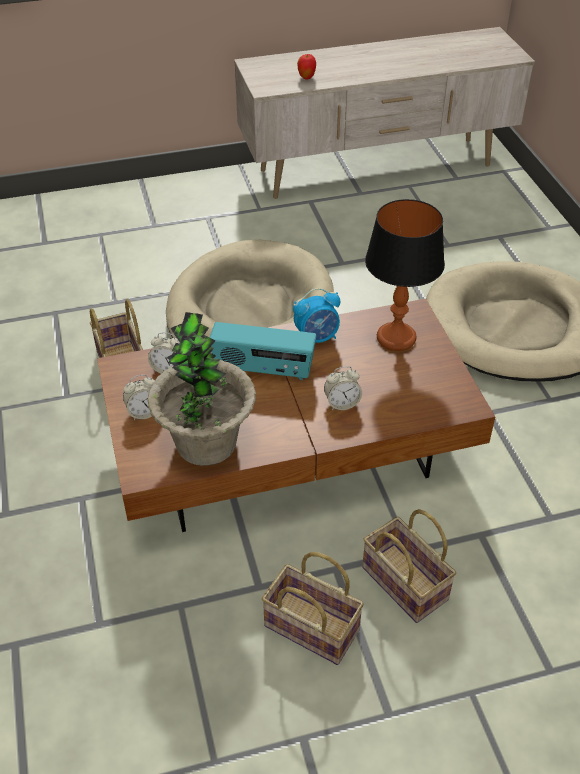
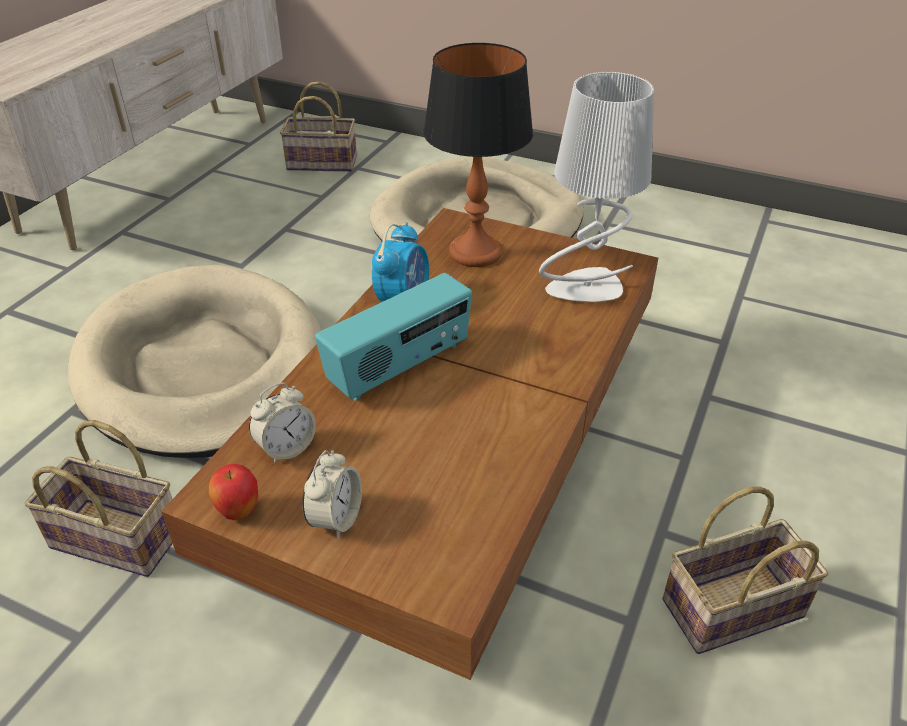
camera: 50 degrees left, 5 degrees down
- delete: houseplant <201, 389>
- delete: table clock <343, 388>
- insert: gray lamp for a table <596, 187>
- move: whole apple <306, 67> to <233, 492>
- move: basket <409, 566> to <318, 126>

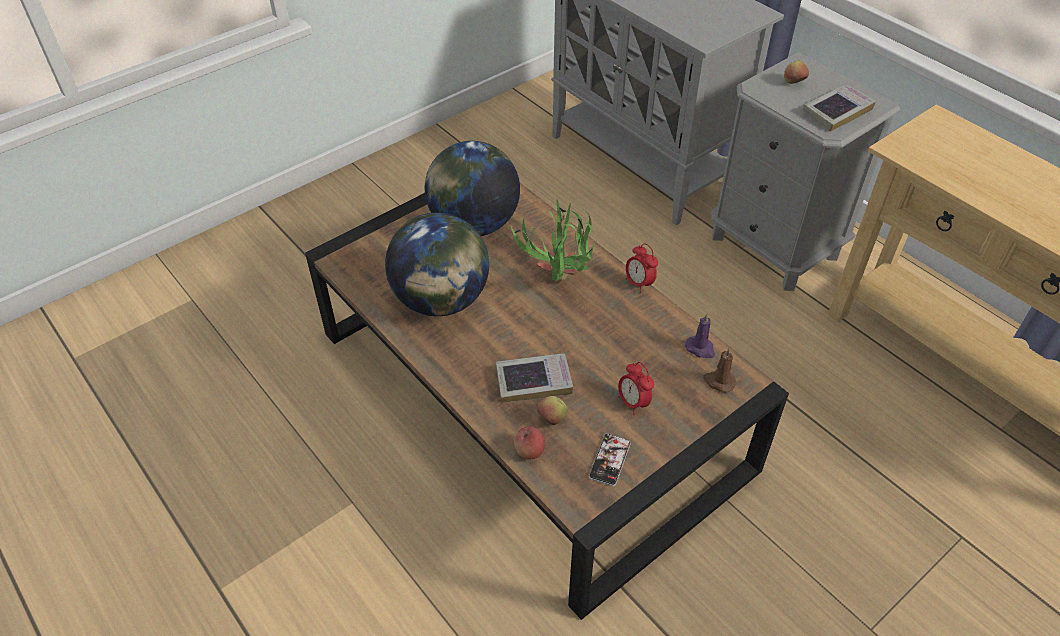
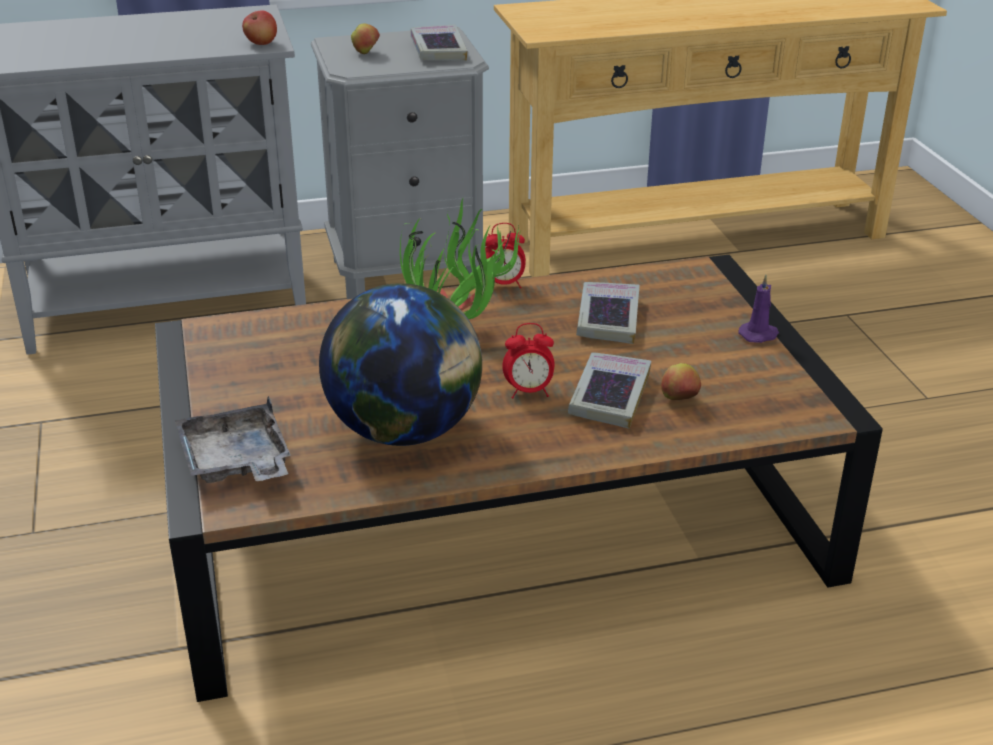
camera: 65 degrees left, 15 degrees down
- delete: desk globe <472, 188>
- delete: telephone <610, 460>
- delete: brown-coloured wax light <720, 370>
- insert: gray tray <233, 439>
- insert: bound book <608, 313>
- move: whole apple <529, 443> to <259, 27>
- move: table clock <636, 388> to <528, 361>
- move: purple wax light <700, 336> to <758, 309>

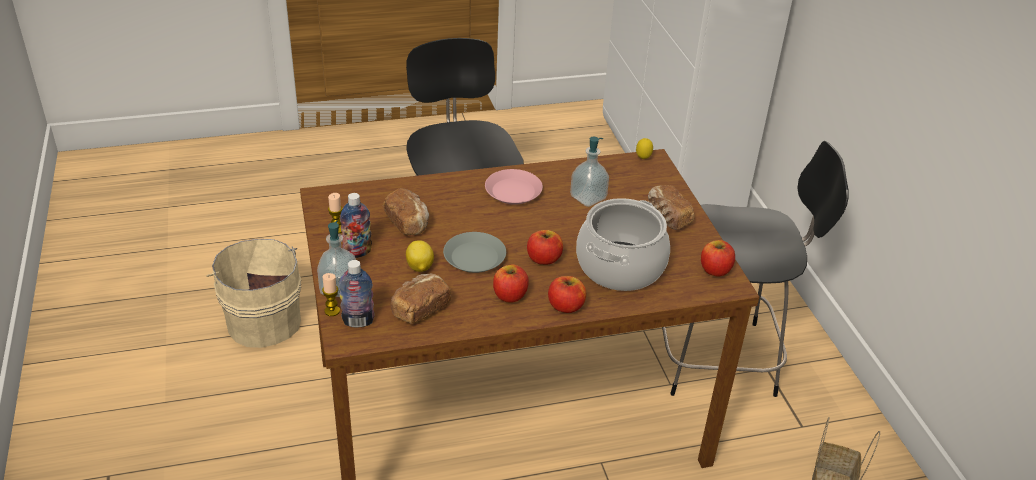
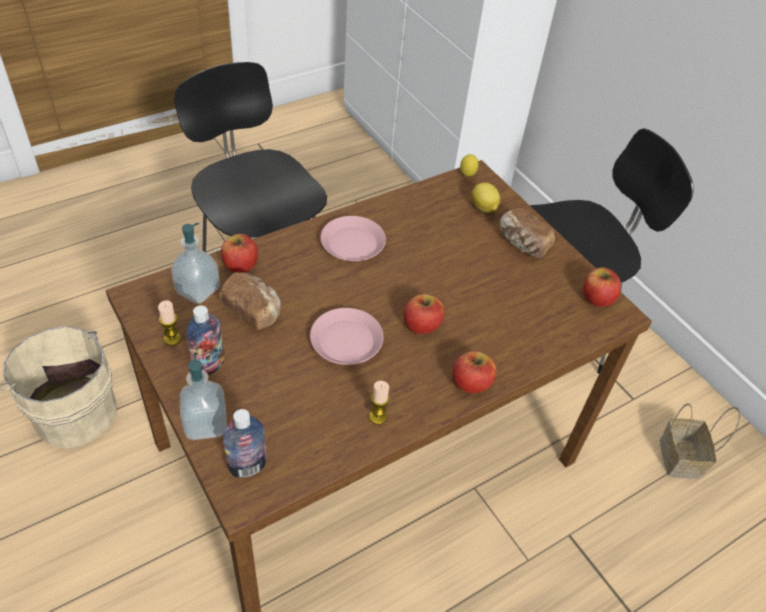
camera: 20 degrees left, 10 degrees up
- delete: bread <421, 298>
- delete: cooking pot <623, 244>
- move: wax light <331, 294> to <379, 403>
- move: whole lemon <420, 256> to <485, 198>
- move: whole apple <511, 284> to <239, 253>
- move: soap bottle <589, 172> to <195, 263>
- recolor: gray flat dish <474, 252> to pinkish flat dish <346, 336>

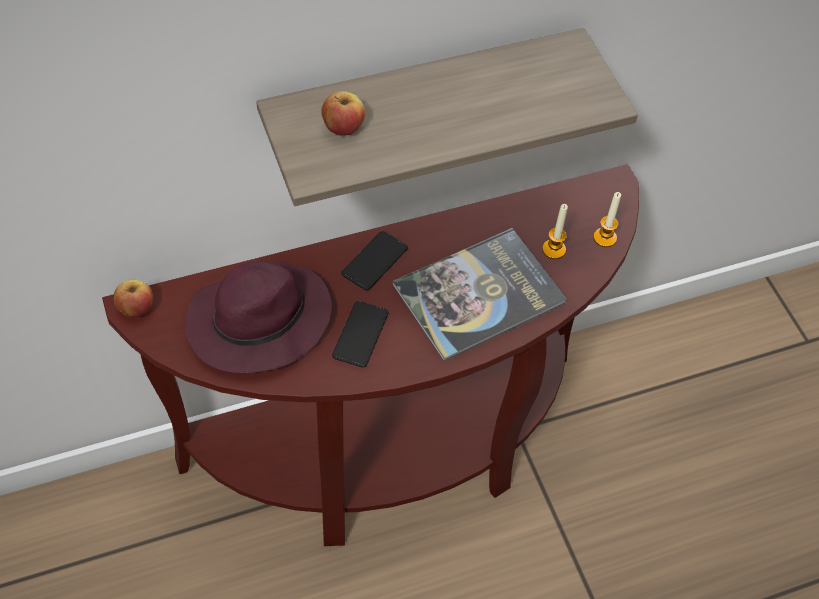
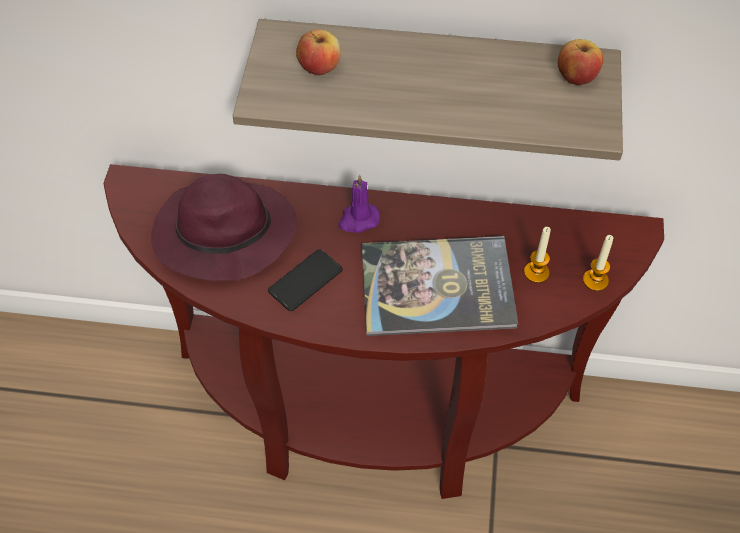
camera: 30 degrees right, 0 degrees up
- move: whole apple <133, 298> to <581, 62>
- replace: telephone <374, 260> to purple wax light <359, 204>

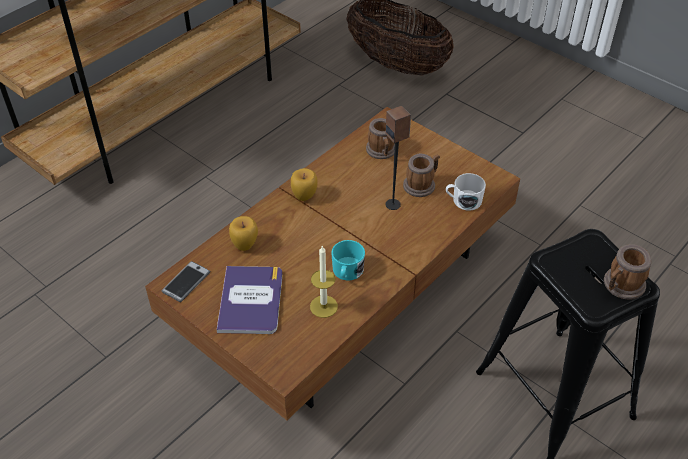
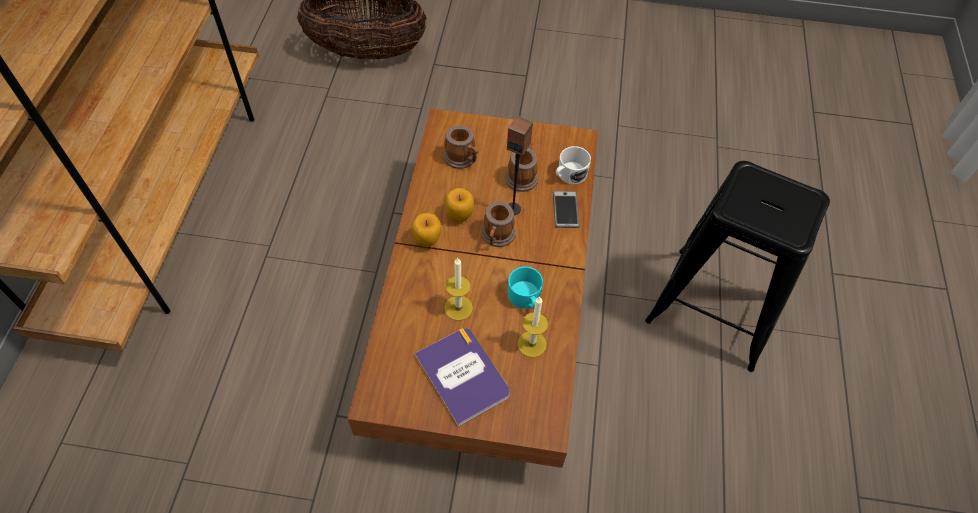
camera: 35 degrees left, 10 degrees up
- insert: wax light <458, 289>
- move: telephone <185, 281> to <566, 209>
- move: whole apple <243, 233> to <460, 205>
- move: coffee mug <627, 272> to <498, 224>

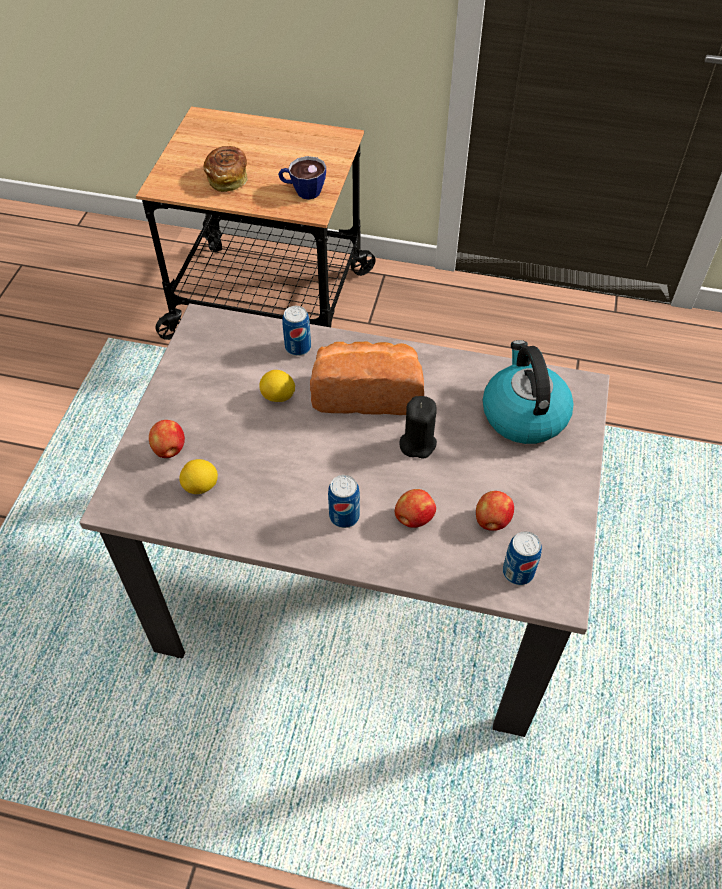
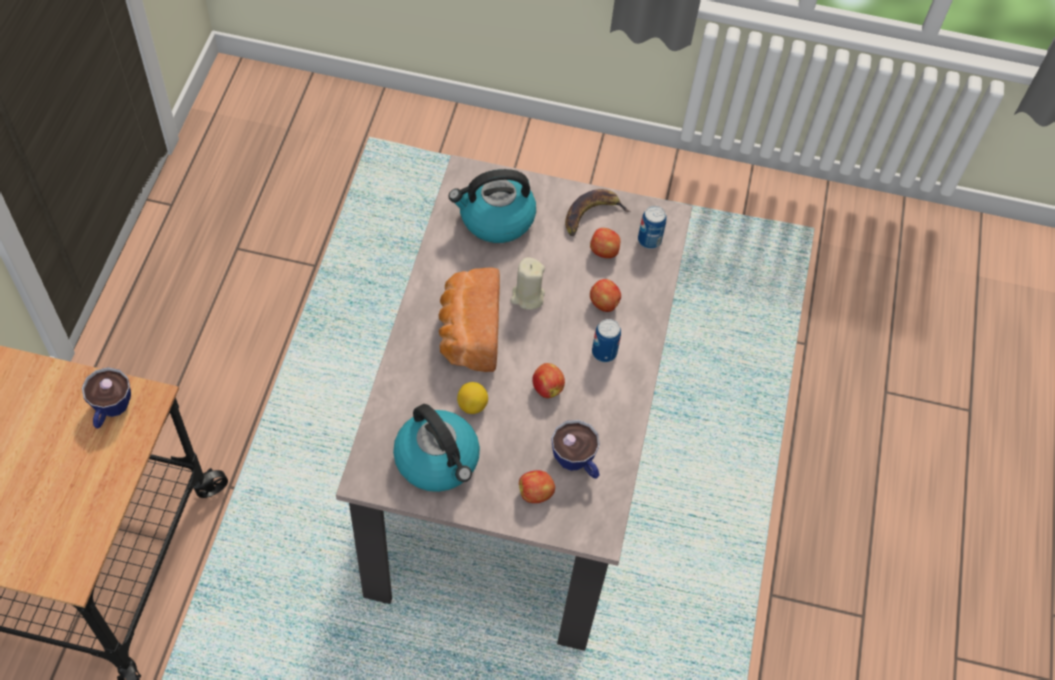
camera: 95 degrees left, 5 degrees up
- delete: bread <225, 169>
- delete: can <296, 331>
- insert: water kettle <436, 448>
- insert: whole apple <548, 380>
- insert: whole banana <598, 212>
- replace: whole lemon <198, 476> to drinking cup <576, 449>
- recolor: black-coloured wax light <418, 427> to beige-coloured wax light <528, 283>

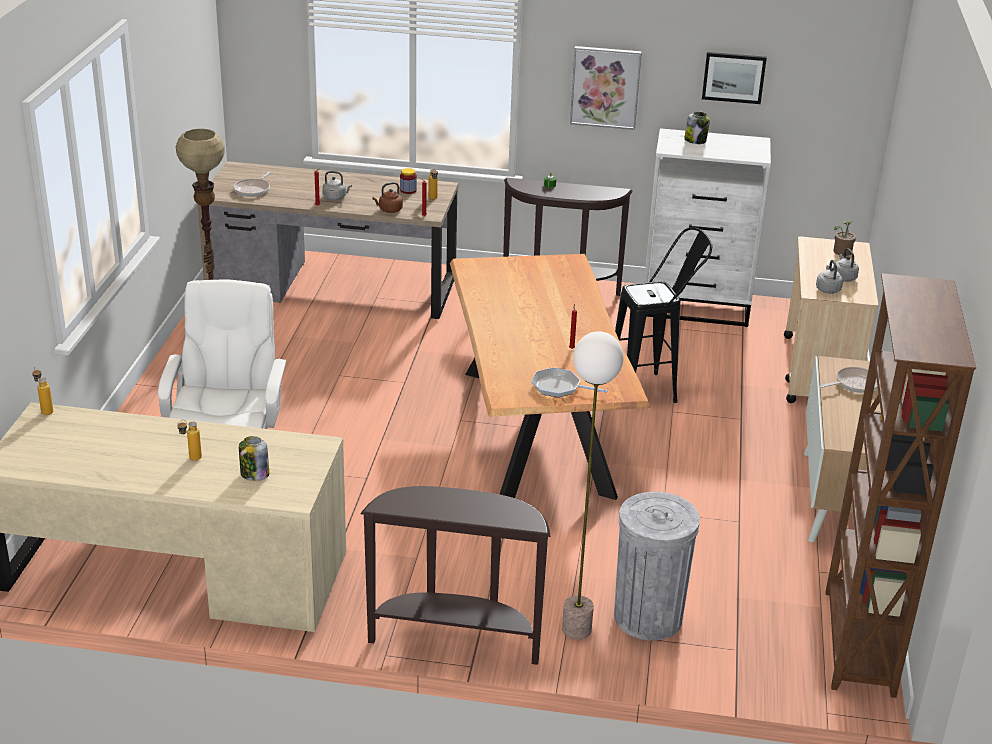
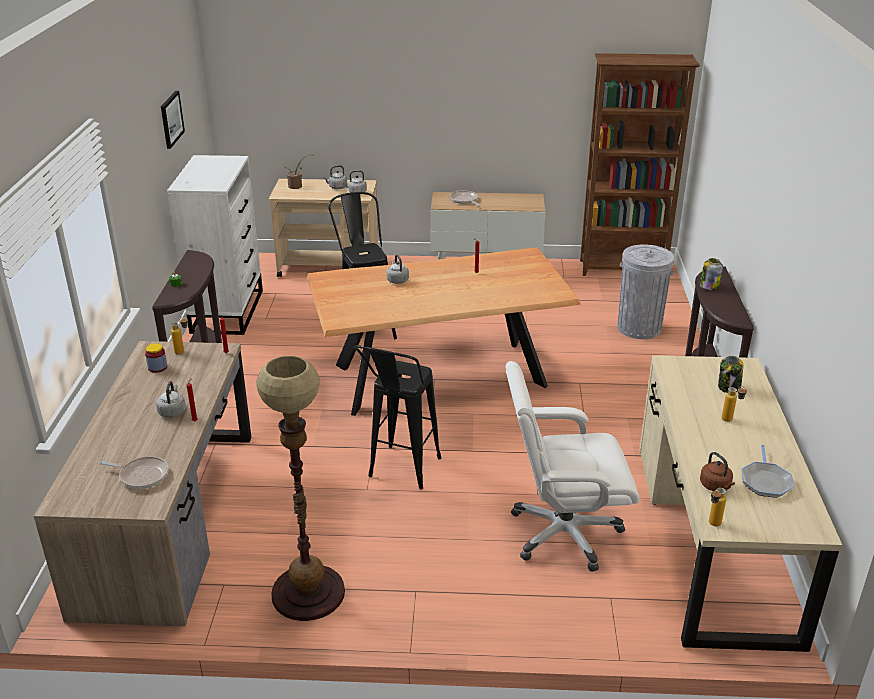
camera: 95 degrees left, 0 degrees up
- delete: standard lamp <593, 485>
- delete: wall art <606, 88>
- insert: black-coloured stool seat <397, 417>
- insert: gray water kettle <398, 269>
- move: brown-coloured water kettle <387, 197> to <717, 471>
- move: frying pan <569, 382> to <768, 471>
- move: preserve jar <697, 127> to <711, 274>

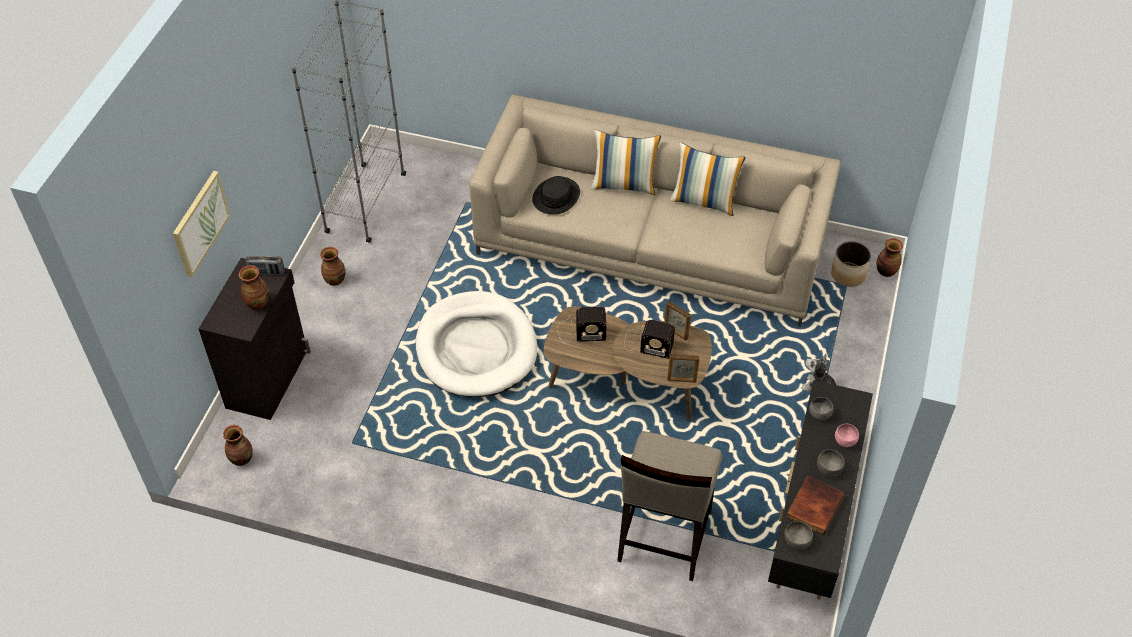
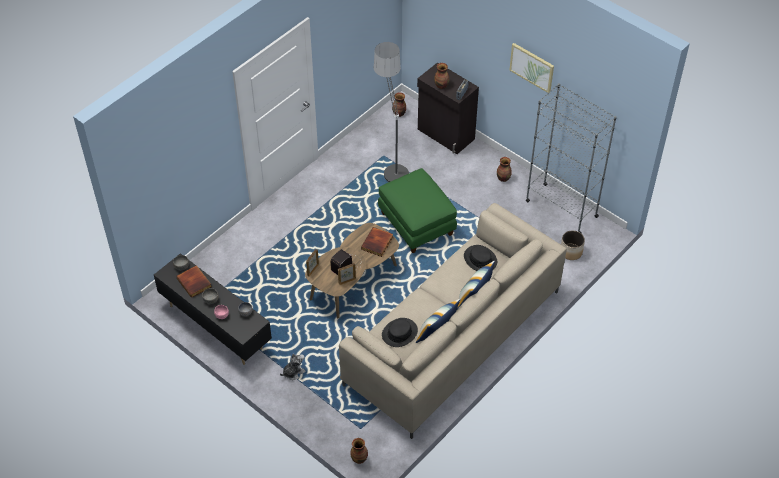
camera: 115 degrees right, 0 degrees up
- delete: beige-coloured stool seat <669, 506>
- insert: standard lamp <391, 112>
- insert: black-coloured wearable hat <400, 332>
- move: wall art <201, 224> to <531, 68>
- move: flower pot <851, 264> to <573, 245>
- replace: whitish dog bed <476, 344> to green-coloured ottoman <417, 210>
- replace: radio set <582, 324> to bound book <377, 242>

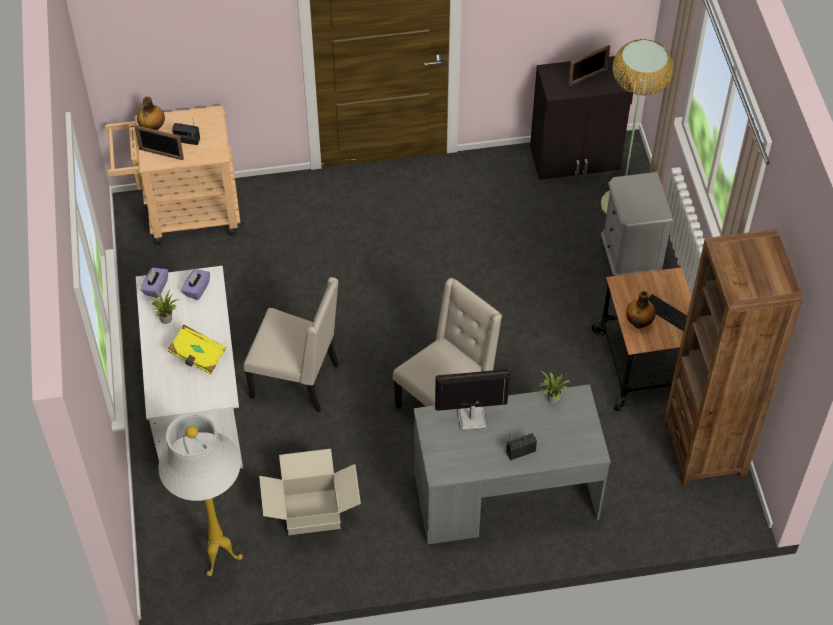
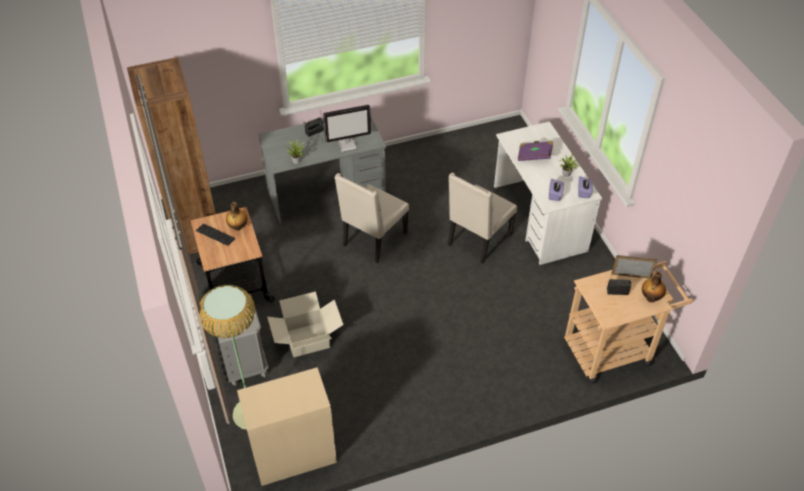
camera: 170 degrees right, 5 degrees down
- delete: whitish standard lamp <200, 494>
- delete: photo frame <589, 65>
- move: packing box <310, 492> to <305, 324>
- recolor: yellowish bound book <197, 350> to purple bound book <535, 151>
- recolor: black-coloured cabinet <581, 118> to beige-coloured cabinet <287, 426>
- rotate: beige-coloured plain chair <291, 345> = <482, 218> 60 degrees counterclockwise

